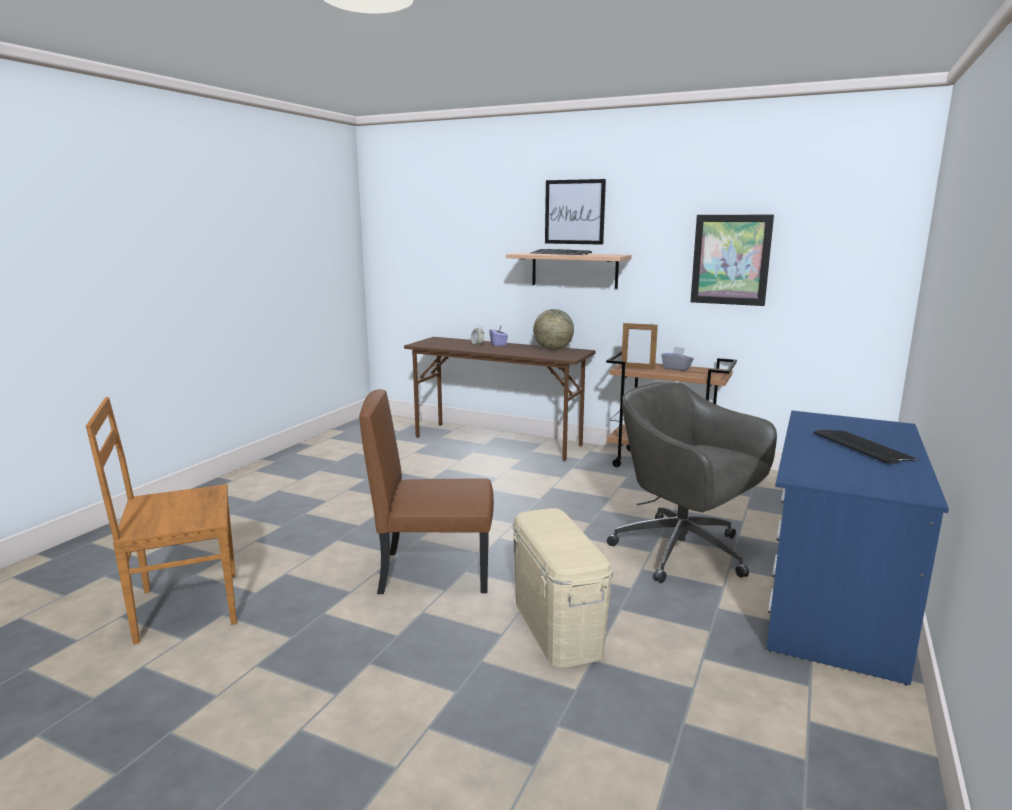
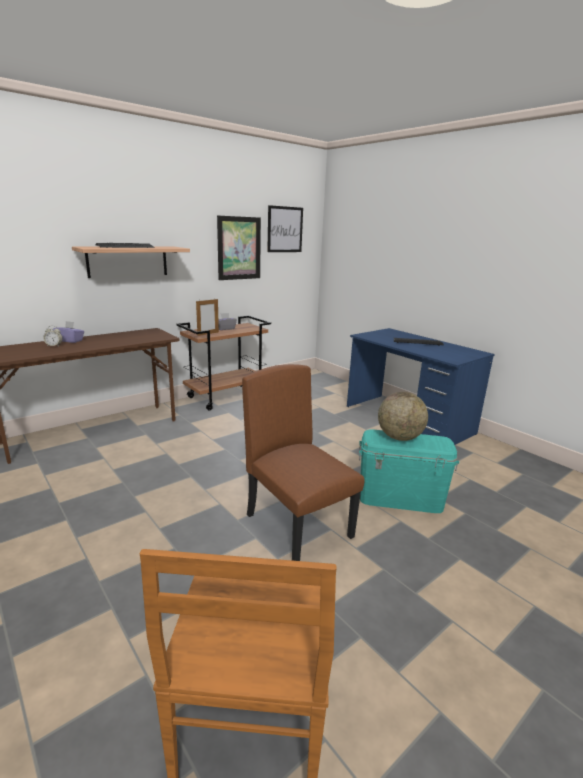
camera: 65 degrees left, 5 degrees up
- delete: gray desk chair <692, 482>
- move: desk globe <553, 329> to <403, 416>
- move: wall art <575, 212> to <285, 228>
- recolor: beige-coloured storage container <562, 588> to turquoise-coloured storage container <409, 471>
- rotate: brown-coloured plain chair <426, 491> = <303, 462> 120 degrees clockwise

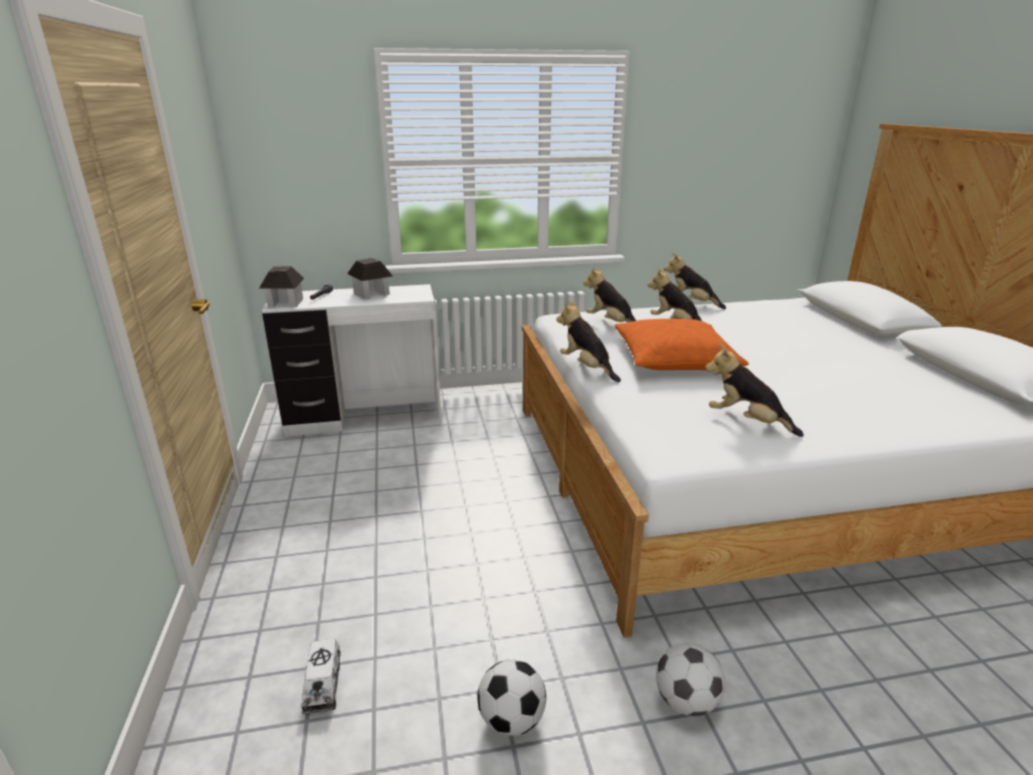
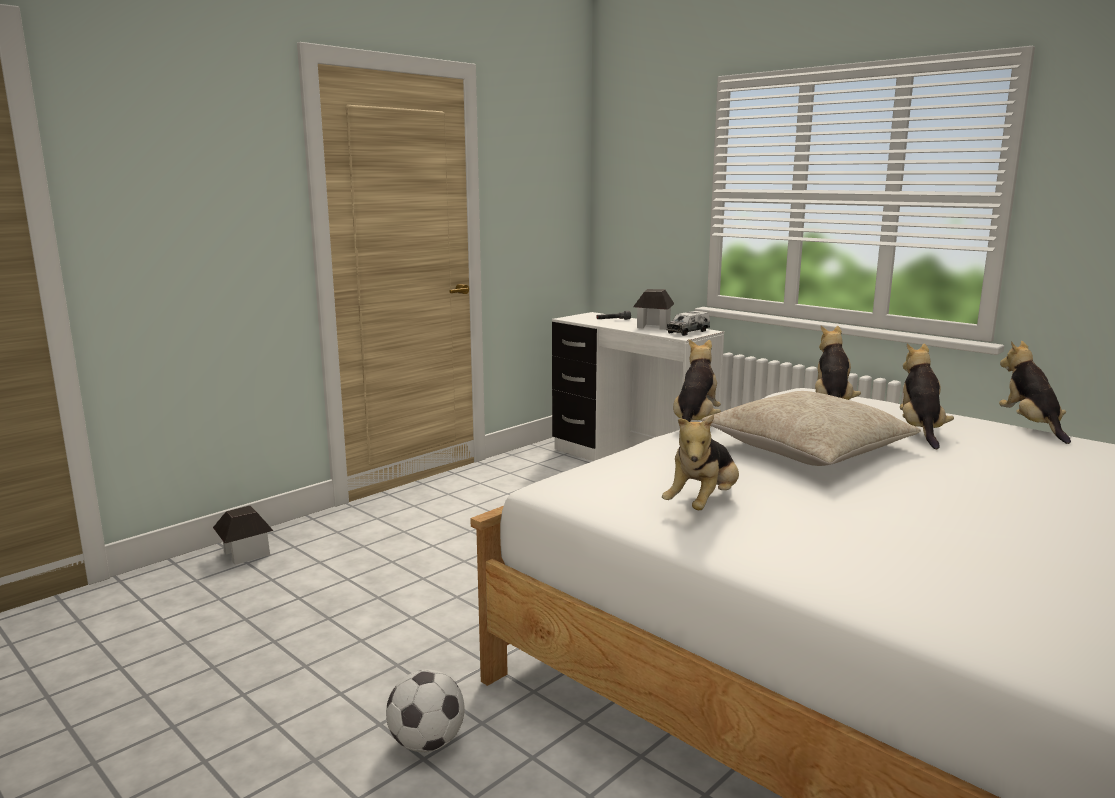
camera: 55 degrees right, 10 degrees down
- delete: football <512, 698>
- move: toy house <281, 286> to <243, 535>
- move: model truck <321, 676> to <688, 323>
- recolor: orangey throw pillow <682, 344> to beige-coloured throw pillow <811, 428>
- rotate: plush toy <754, 390> = <700, 462> 150 degrees counterclockwise

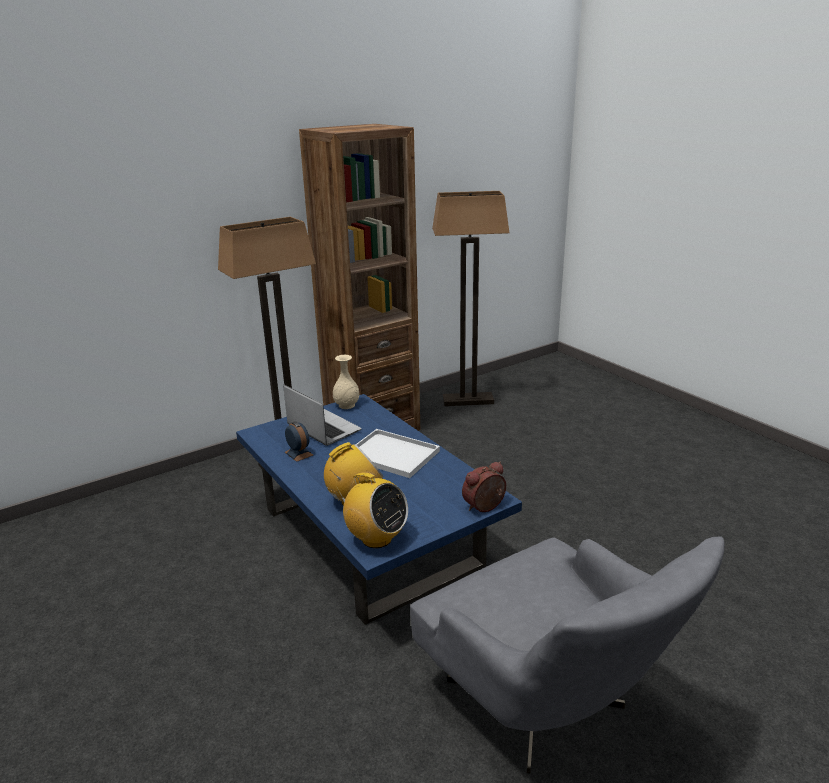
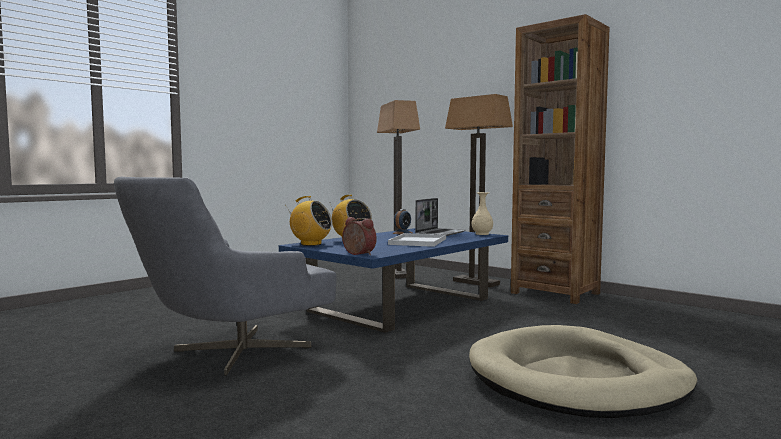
camera: 75 degrees right, 20 degrees down
- insert: beige-coloured dog bed <583, 371>
- move: standard lamp <471, 298> to <398, 189>
- rotate: radio set <372, 510> = <309, 221> 90 degrees counterclockwise

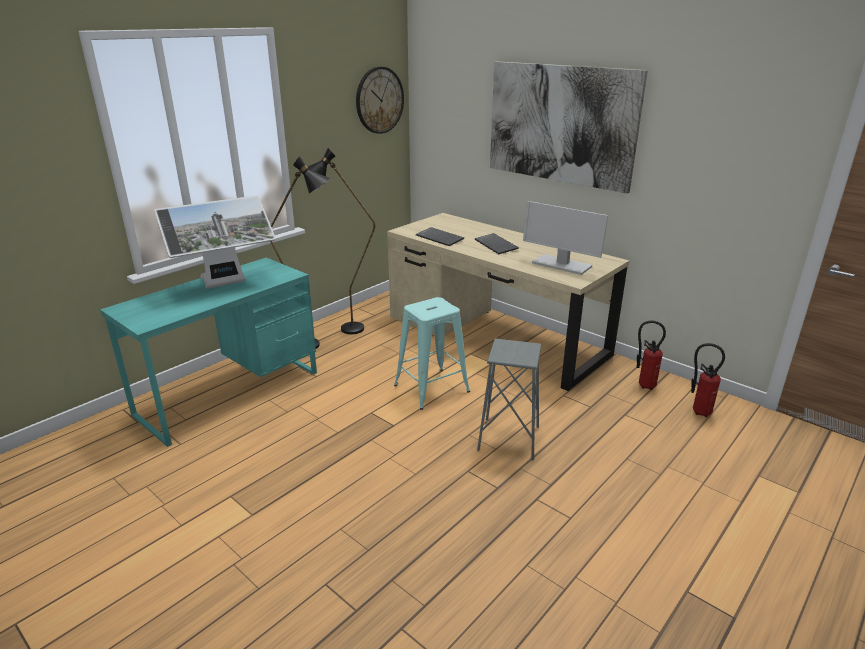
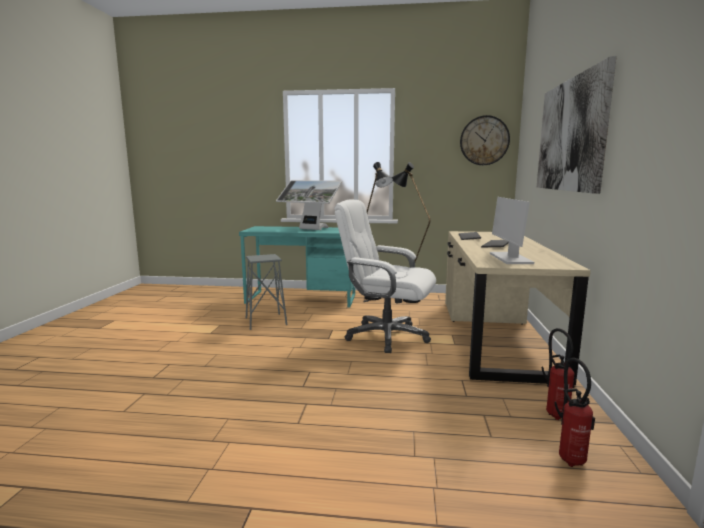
camera: 55 degrees right, 15 degrees down
- move: gray stool seat <509, 399> to <266, 292>
- replace: turquoise-coloured stool seat <432, 353> to whitish desk chair <385, 276>

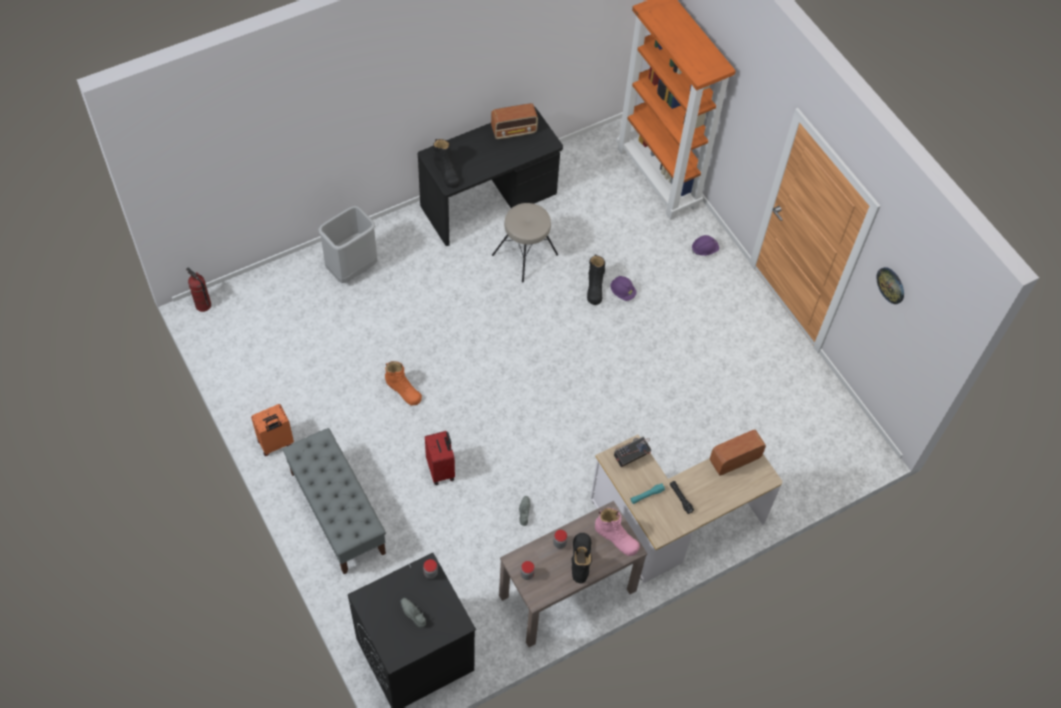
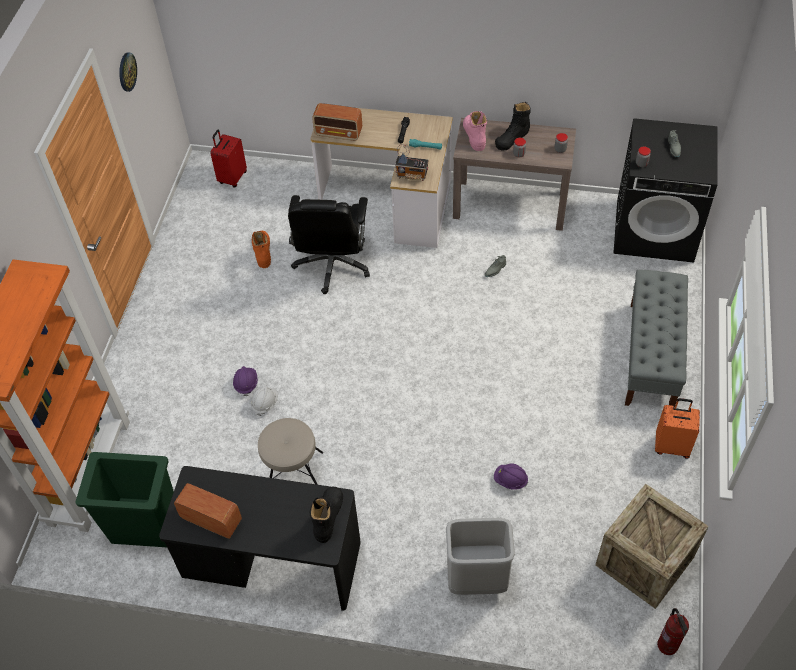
camera: 135 degrees left, 5 degrees down
- insert: green-coloured rubbish bin <124, 499>
- insert: black-coloured desk chair <329, 244>
- insert: packing crate <652, 546>
- move: orangey high-top boot <403, 383> to <261, 249>
- move: reddish piece of luggage <440, 458> to <228, 158>
- move: purple hard hat <705, 245> to <511, 477>
- replace: black-coloured high-top boot <596, 280> to whitish hard hat <264, 401>

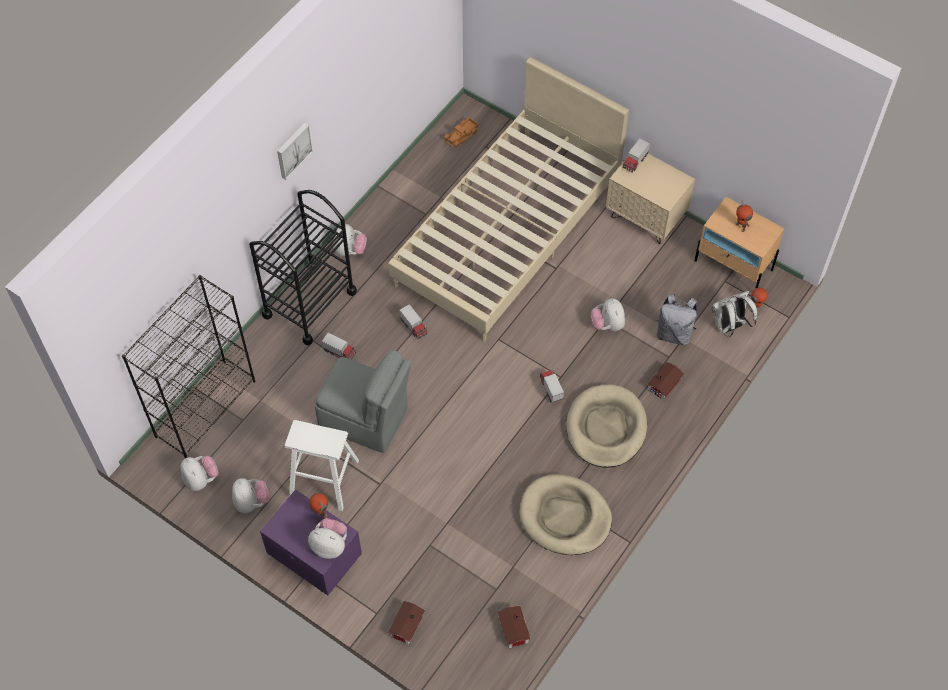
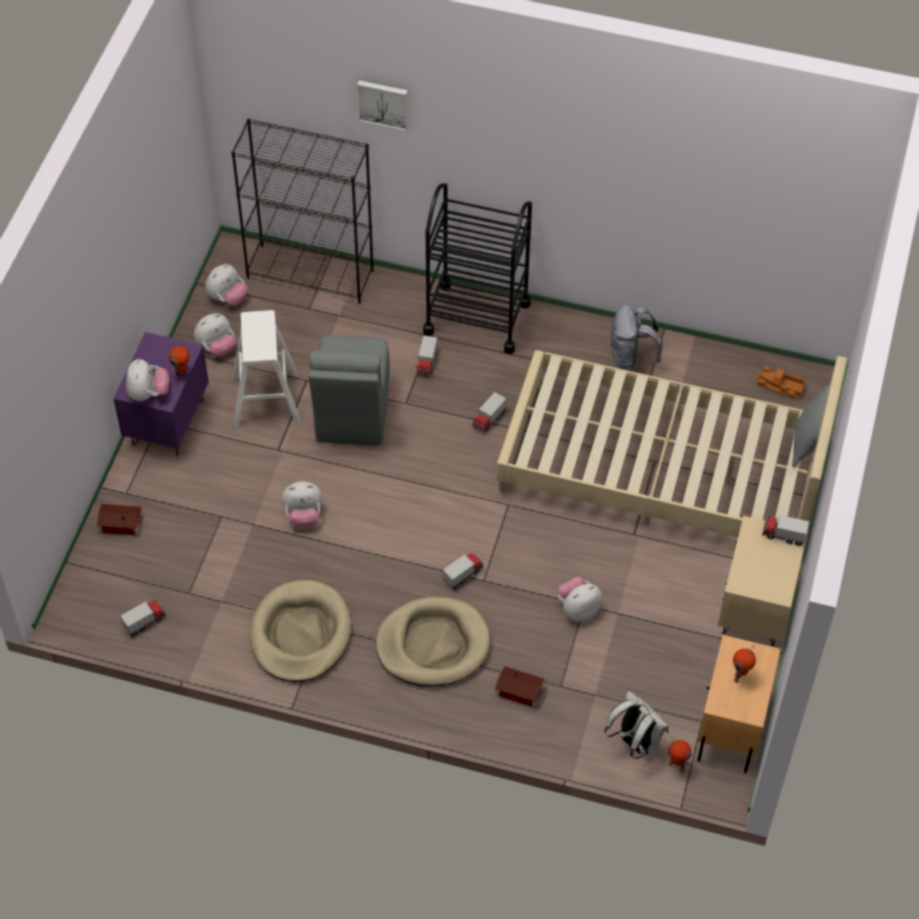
camera: 70 degrees right, 5 degrees down
- insert: gray throw pillow <811, 426>
- move: wall art <295, 151> to <383, 105>
- move: plush toy <350, 240> to <302, 504>
- move: gray backpack <676, 319> to <636, 338>
- replace: toy house <514, 627> to model truck <143, 618>

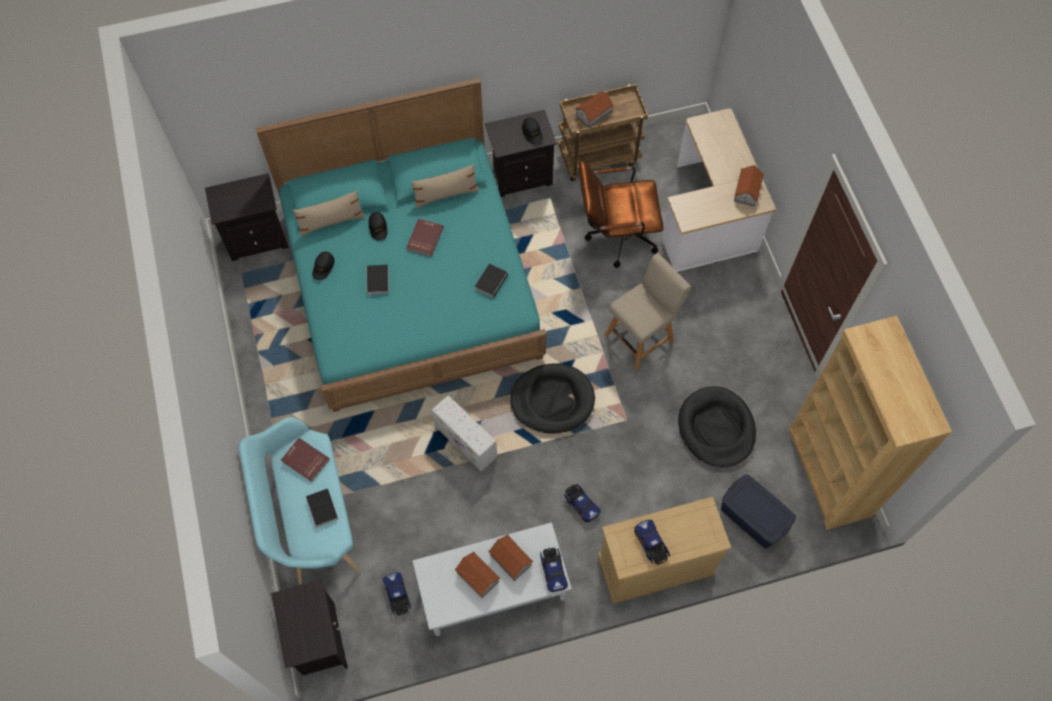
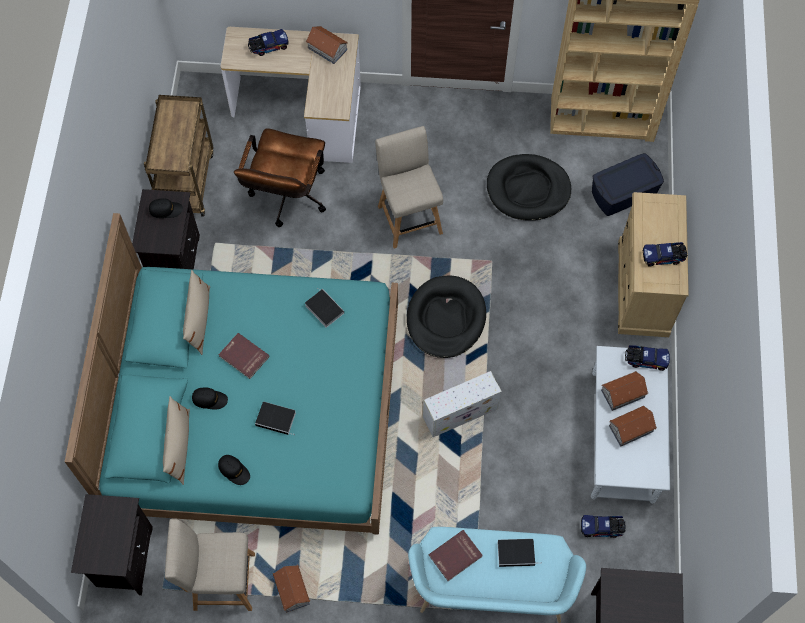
camera: 70 degrees left, 0 degrees up
- insert: beige-coloured plain chair <210, 565>
- move: model truck <582, 503> to <268, 42>
- move: toy house <594, 110> to <291, 589>

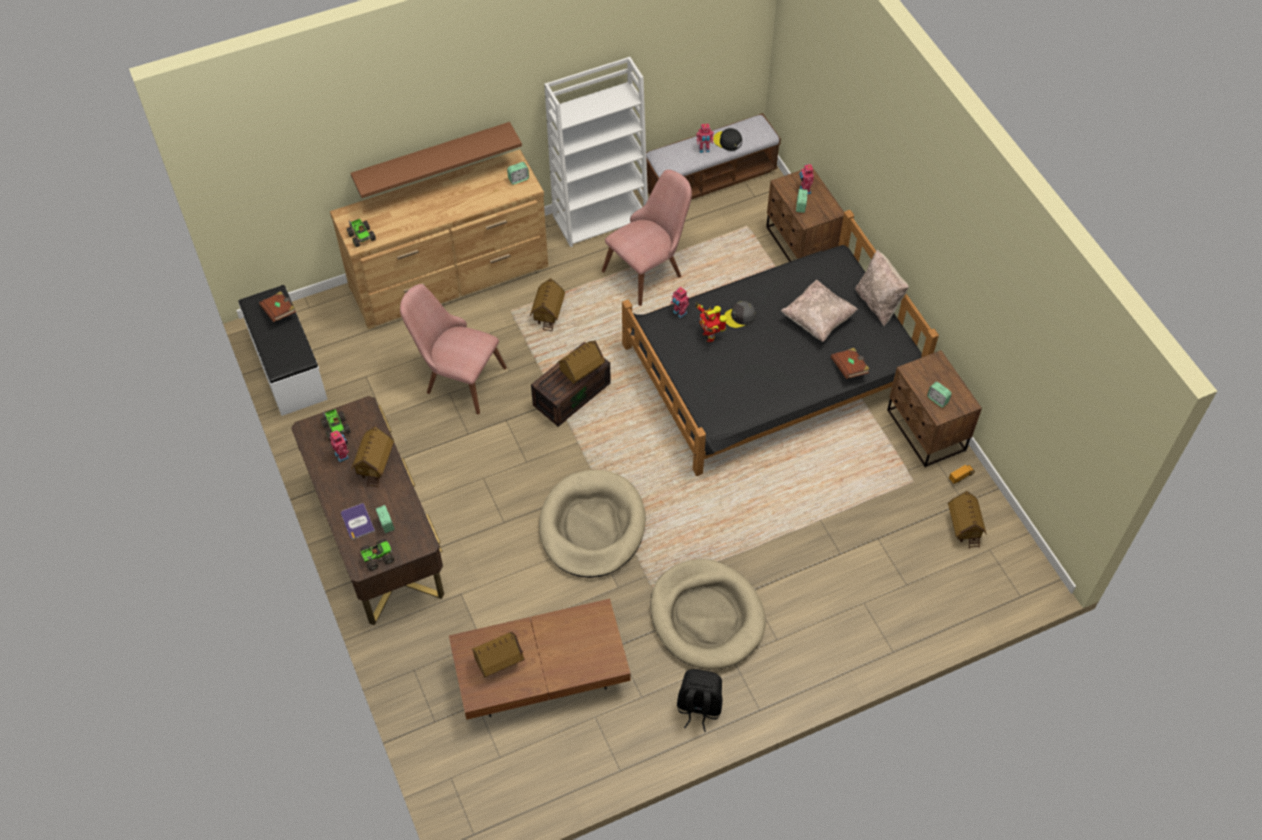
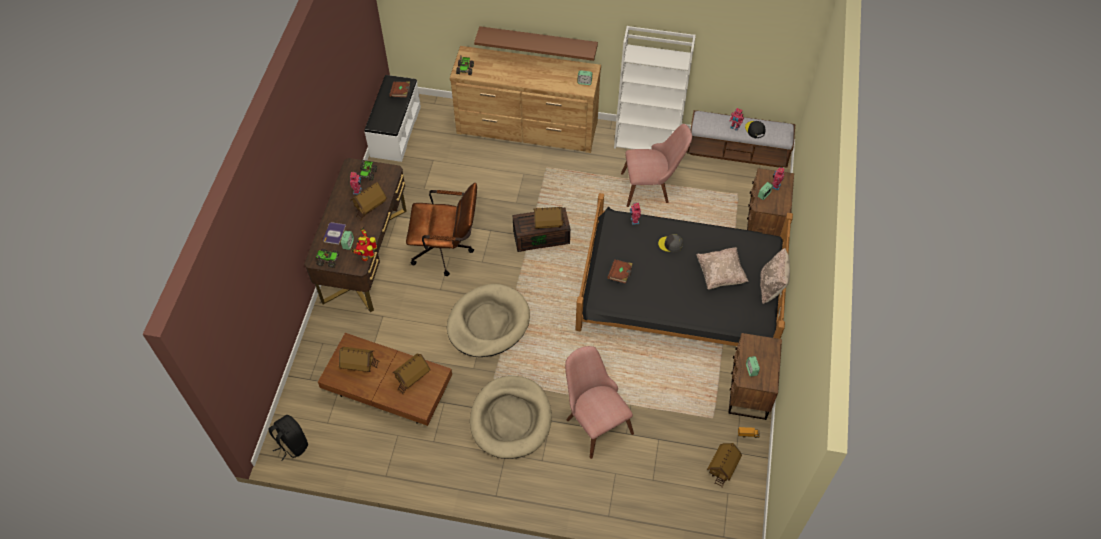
camera: 35 degrees right, 0 degrees up
- insert: brown-coloured desk chair <441, 229>
- move: pinkish plain chair <453, 349> to <599, 402>
- move: toy house <547, 305> to <410, 374>
- move: black-coloured backpack <699, 700> to <288, 438>
- move: model robot <711, 321> to <364, 244>
- move: brown-coloured bound book <850, 363> to <620, 271>

